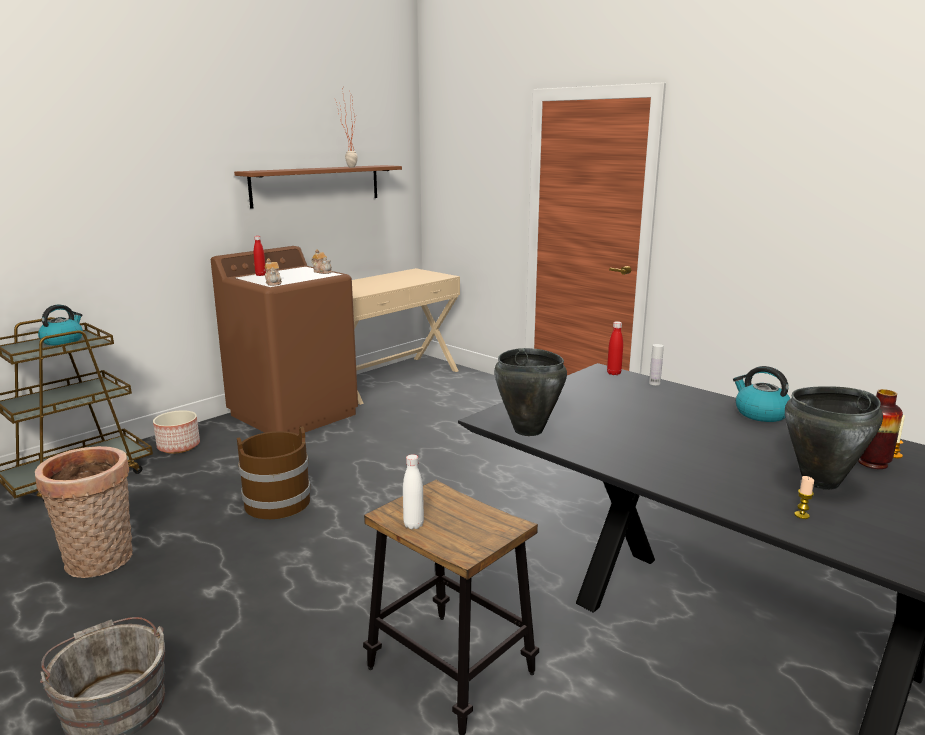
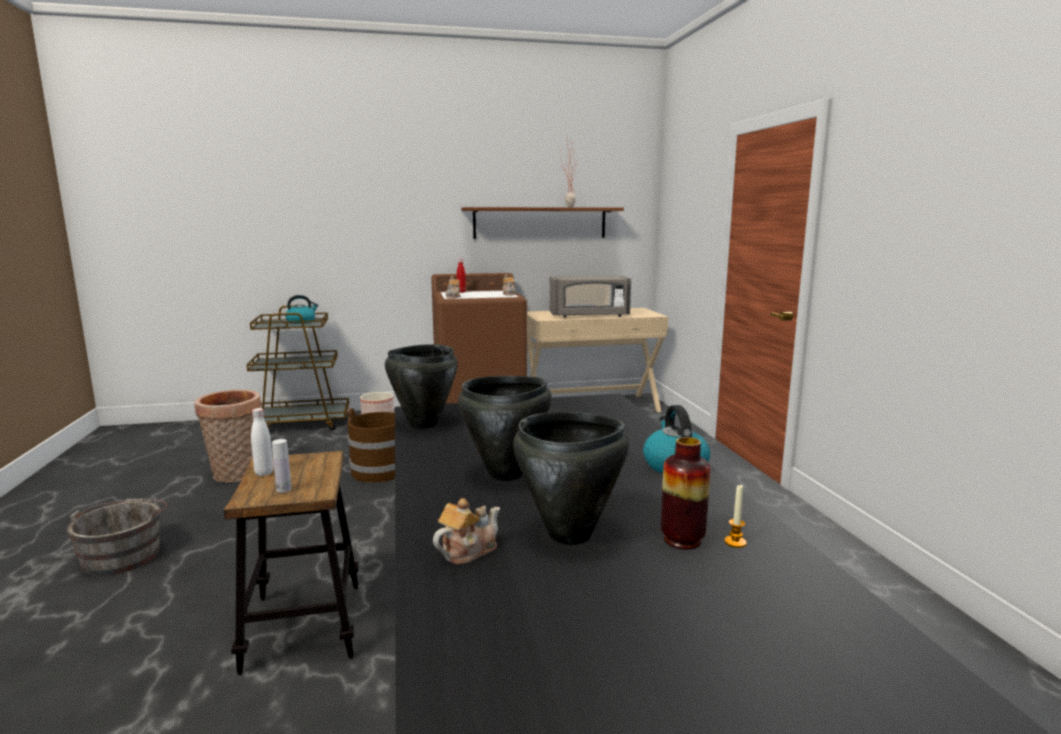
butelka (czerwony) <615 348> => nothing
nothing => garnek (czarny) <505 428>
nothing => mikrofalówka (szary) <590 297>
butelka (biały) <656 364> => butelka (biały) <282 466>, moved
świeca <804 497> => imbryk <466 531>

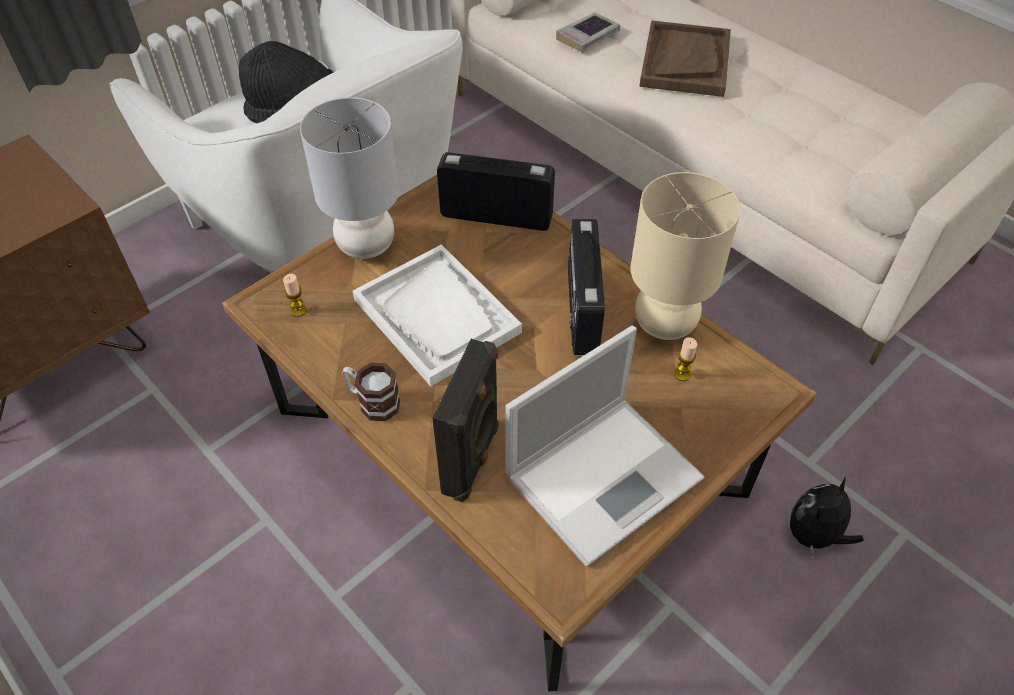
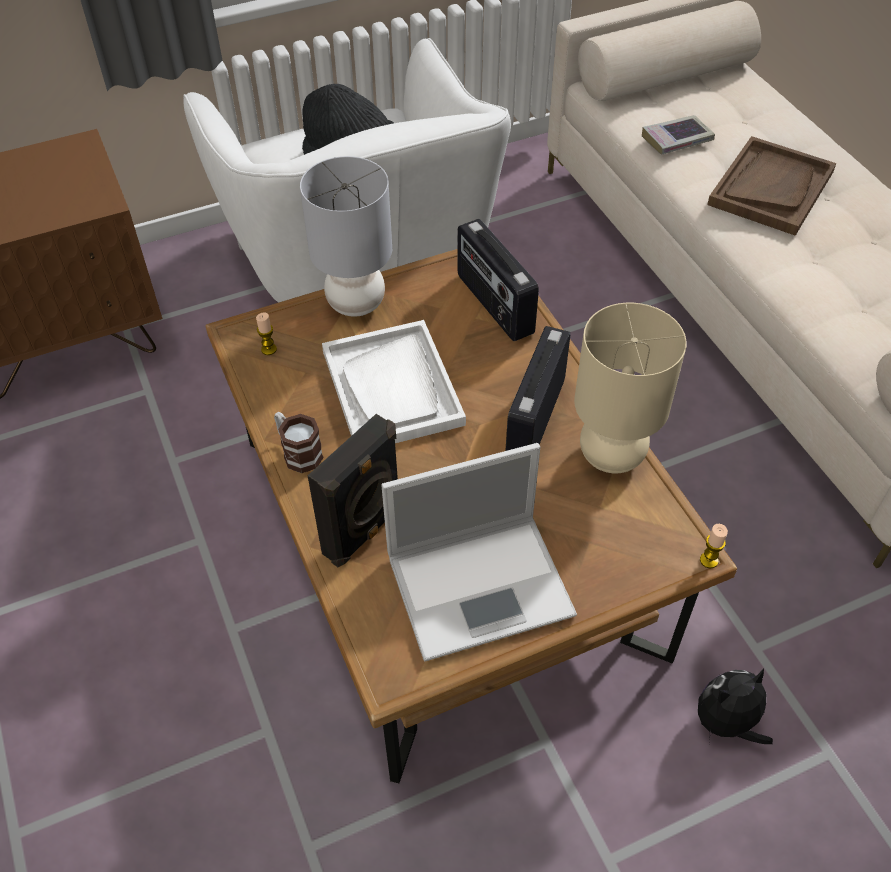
świeca <685 359> => świeca <714 546>, moved
radio <496 191> => radio <498 280>, 150 degrees counterclockwise

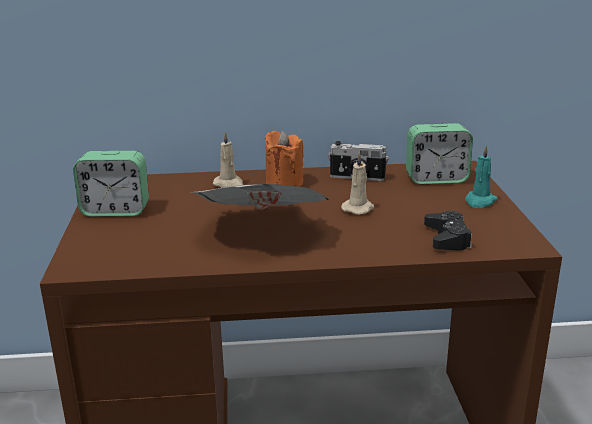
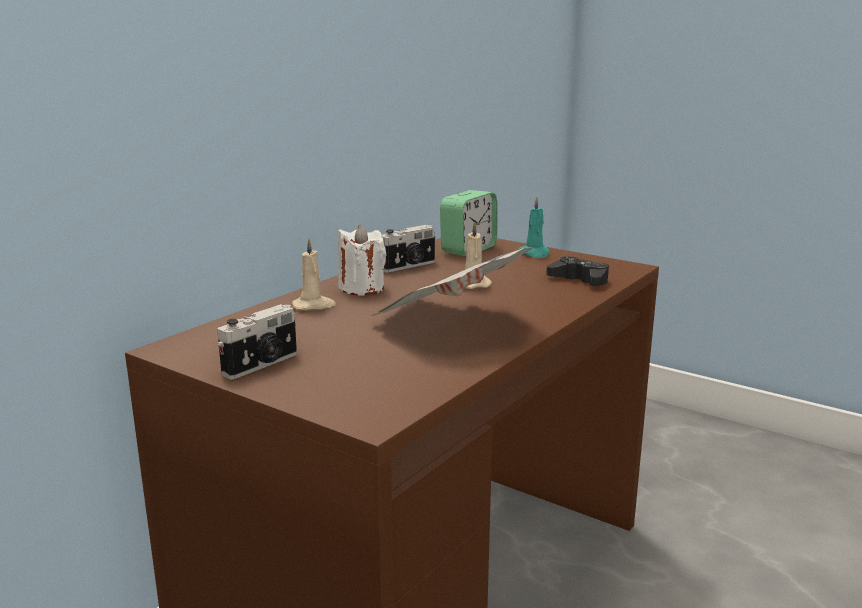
budzik <111 184> => aparat fotograficzny <257 341>
świeca (pomarańczowy) <284 159> => świeca (biały) <362 260>

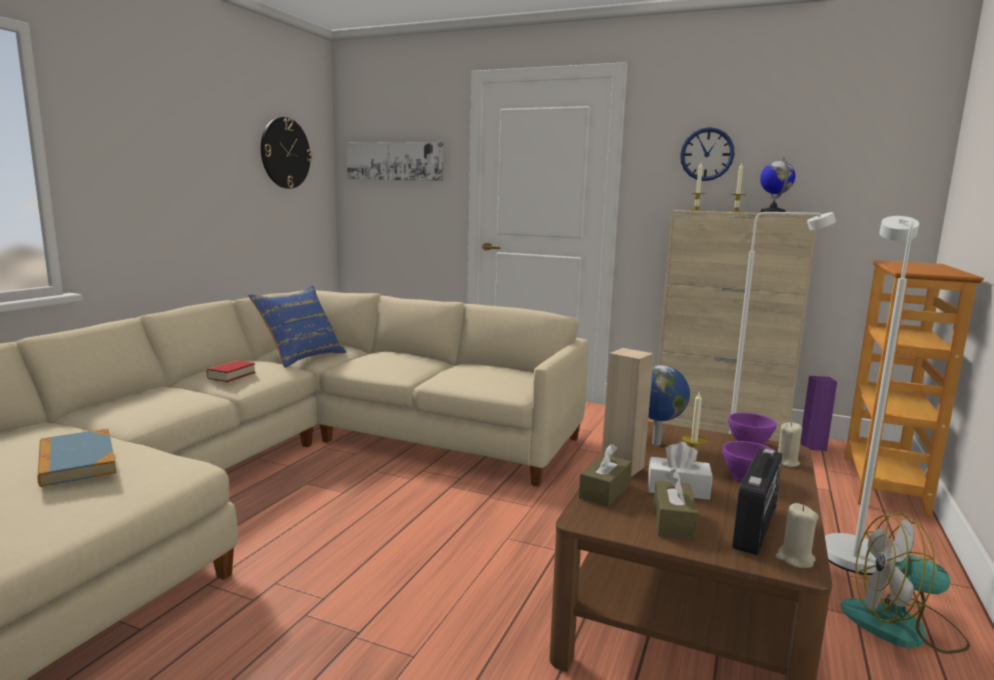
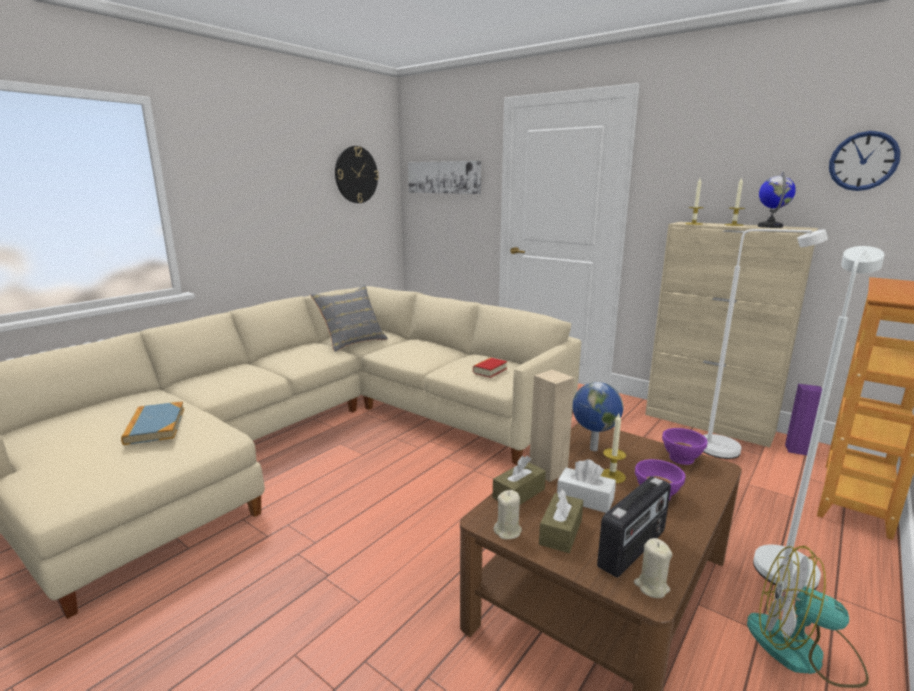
książka <231 371> => książka <490 368>, moved
zegar ścienny <707 154> => zegar ścienny <865 161>, moved
świeca (beżowy) <790 444> => świeca (beżowy) <508 514>, moved
poduszka (niebieski) <297 326> => poduszka (szary) <349 318>

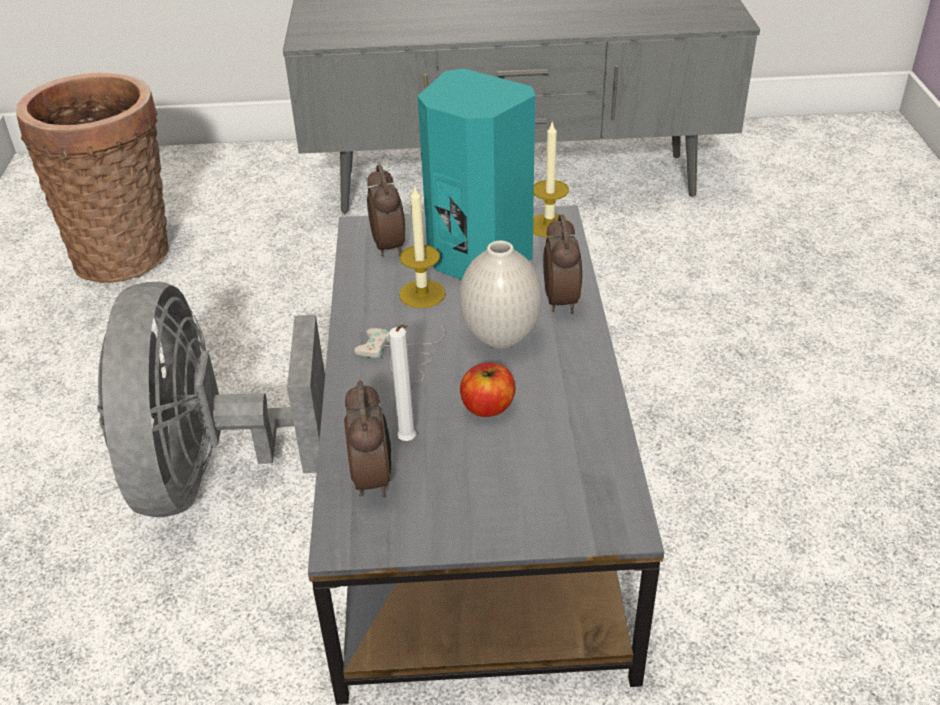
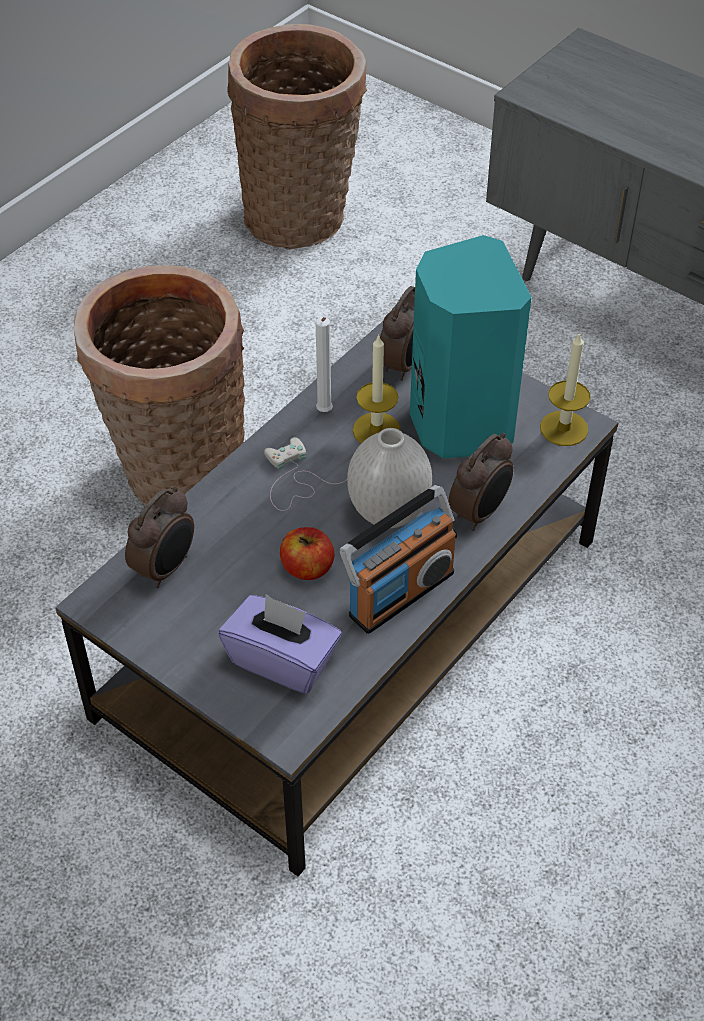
nothing => pudełko chusteczek (fioletowy) <280 644>
nothing => radio <398 559>
świeca (biały) <402 382> => świeca (biały) <324 364>, moved
wentylator (szary) <211 399> => koszyk <159 385>

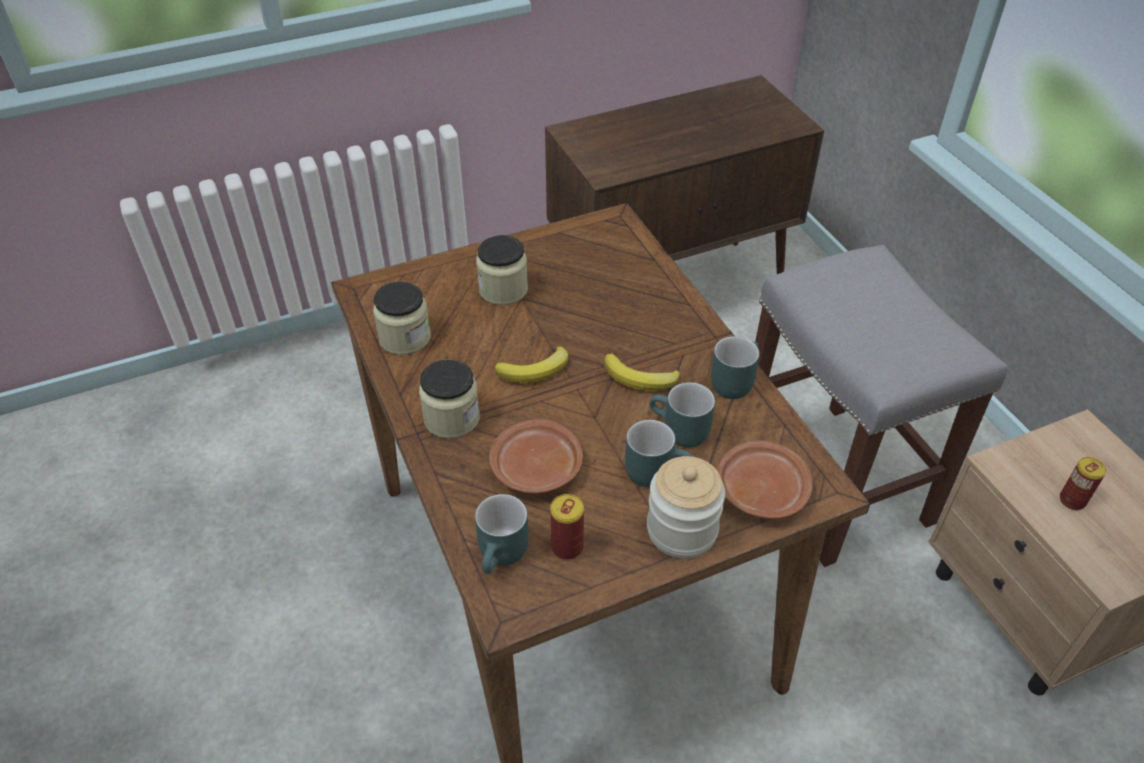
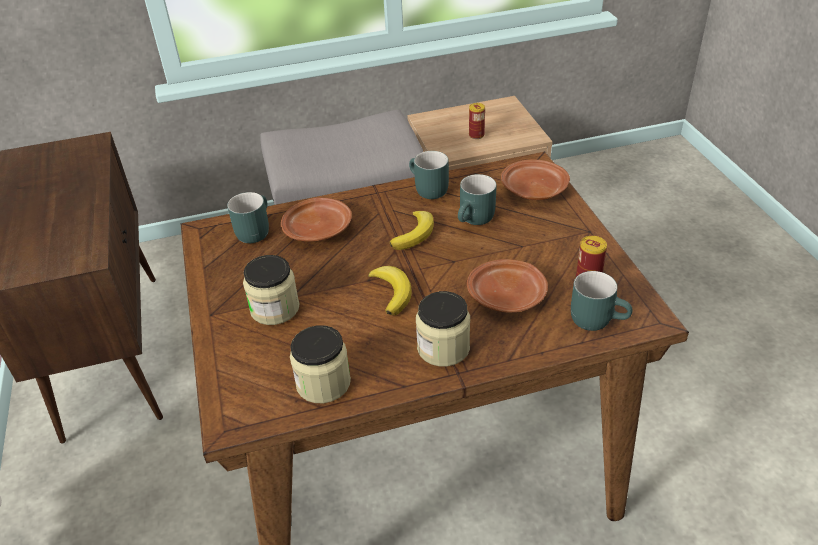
słoik <686 507> => nothing
nothing => talerz (brązowy) <316 219>
kubek (turkusowy) <659 453> => kubek (turkusowy) <248 217>, moved

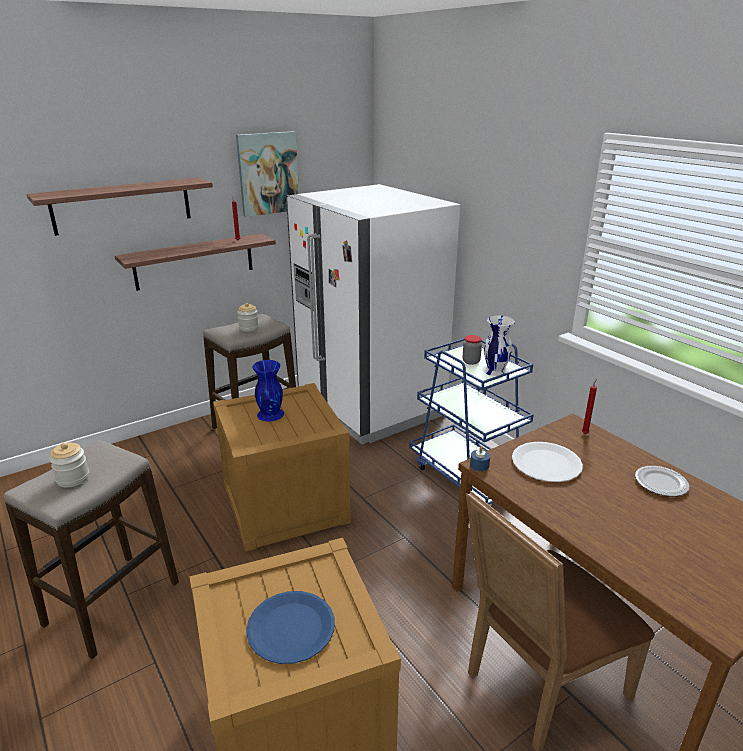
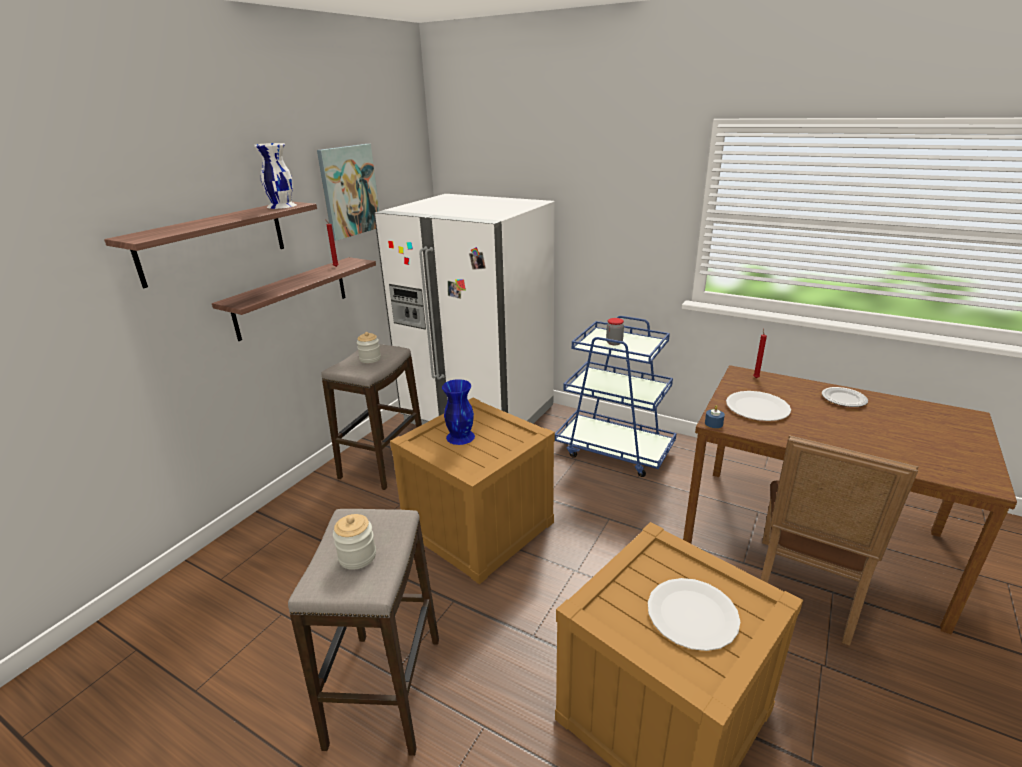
wazon (biały) <498 346> => wazon (biały) <275 176>, moved
talerz (niebieski) <290 627> => talerz (biały) <694 614>

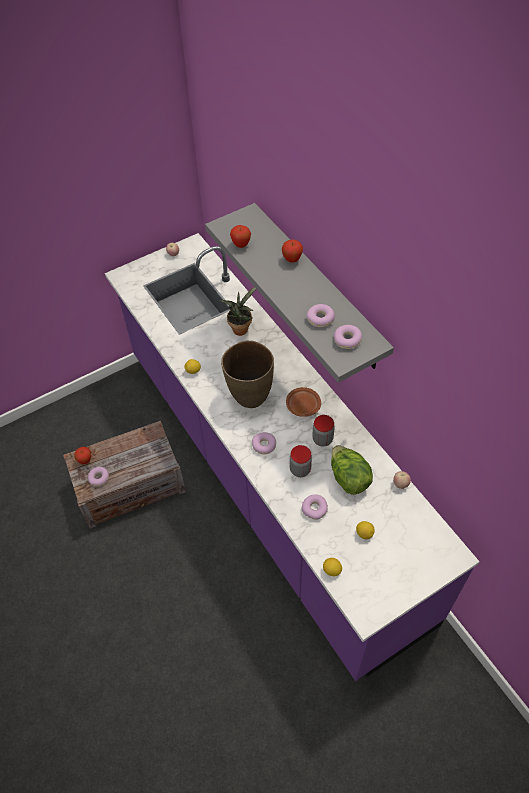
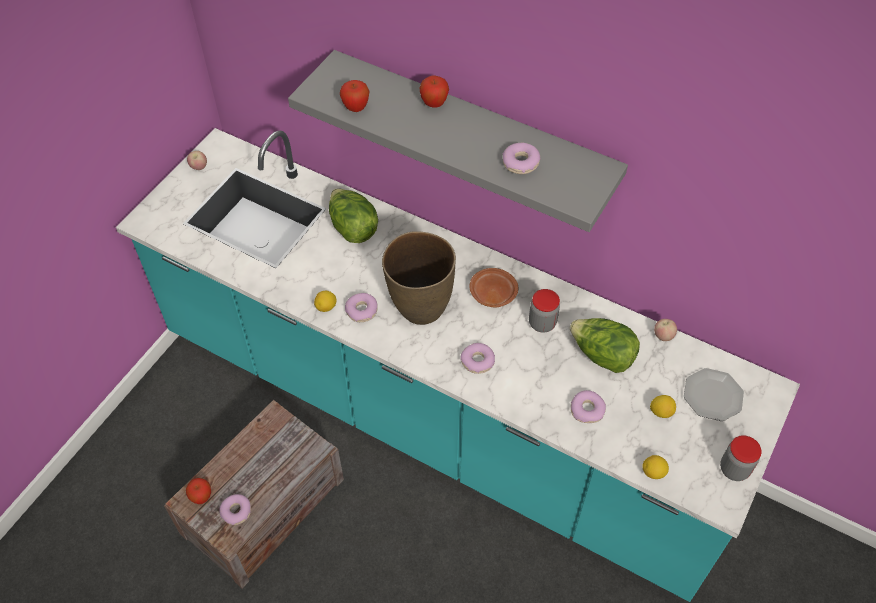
nothing => talerz <714 394>
słoik <301 461> => słoik <741 458>, moved
donut <348 337> => donut <361 307>, moved
roślina doniczkowa <238 311> => sałata <353 215>
zabudowa kuchenna (fioletowy) <292 457> => zabudowa kuchenna (turkusowy) <458 365>

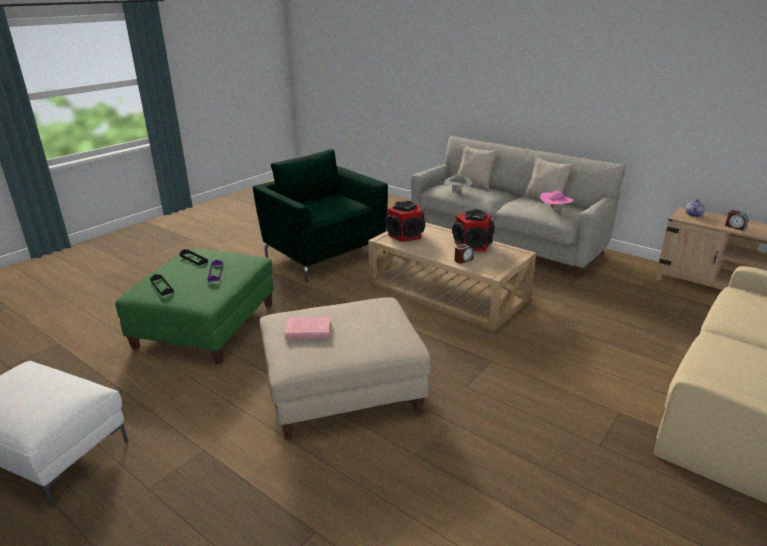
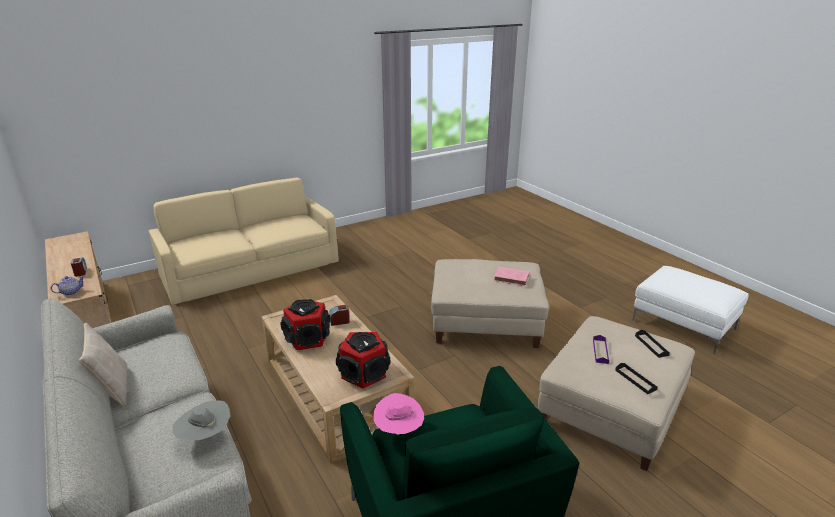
poduszka (beżowy) <477 167> => nothing
kapelusz (różowy) <557 201> => kapelusz (różowy) <398 414>, moved
pufa (zielony) <194 306> => pufa (beżowy) <616 393>

